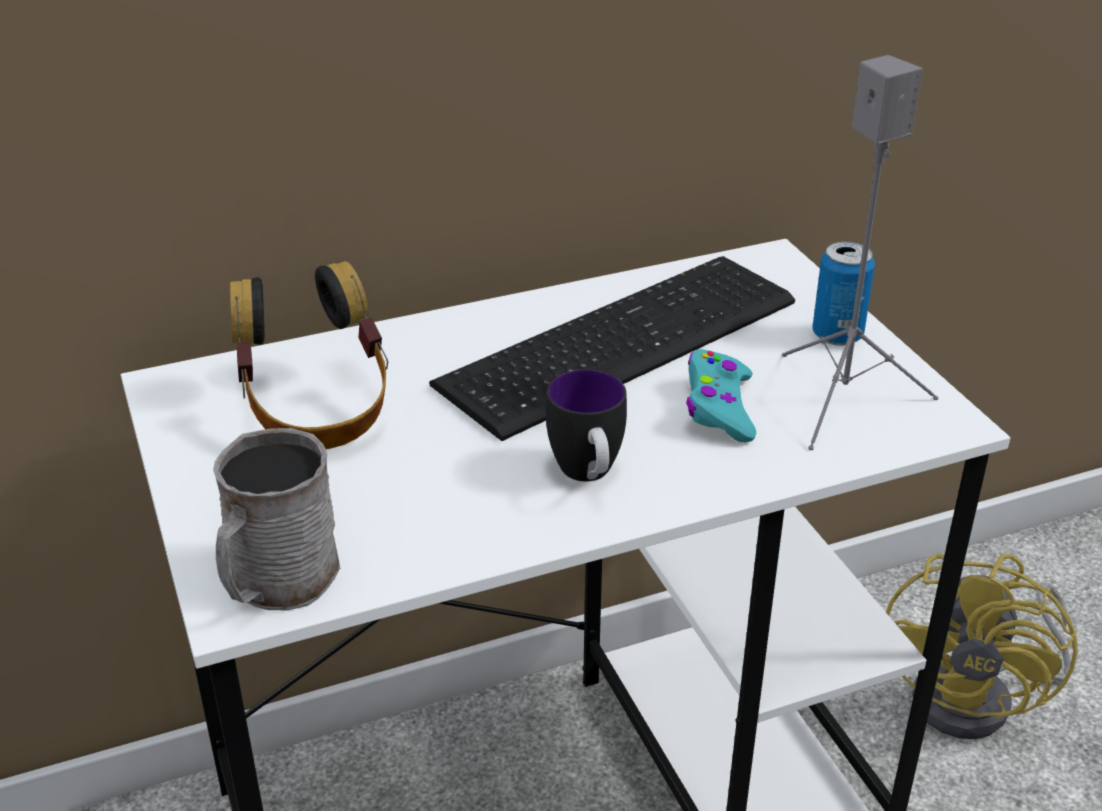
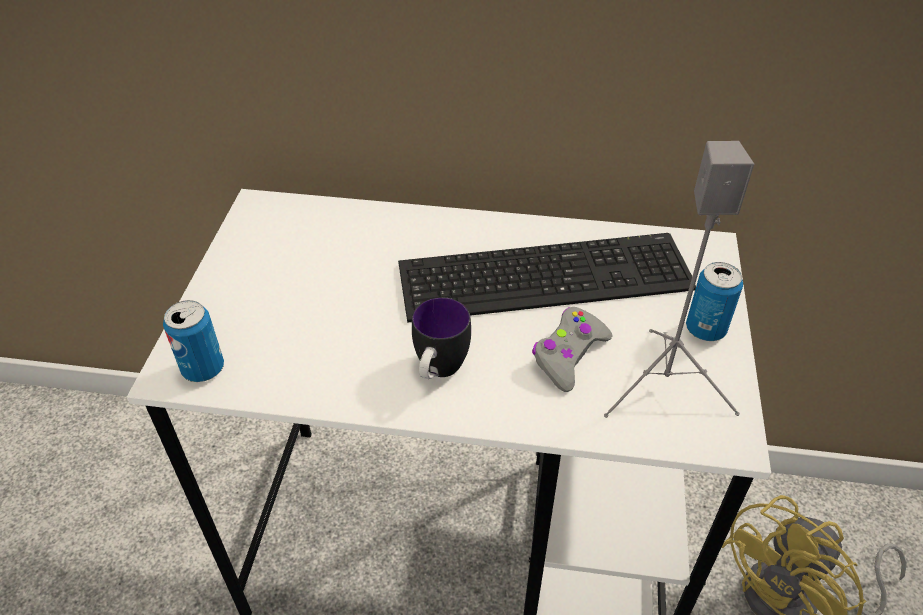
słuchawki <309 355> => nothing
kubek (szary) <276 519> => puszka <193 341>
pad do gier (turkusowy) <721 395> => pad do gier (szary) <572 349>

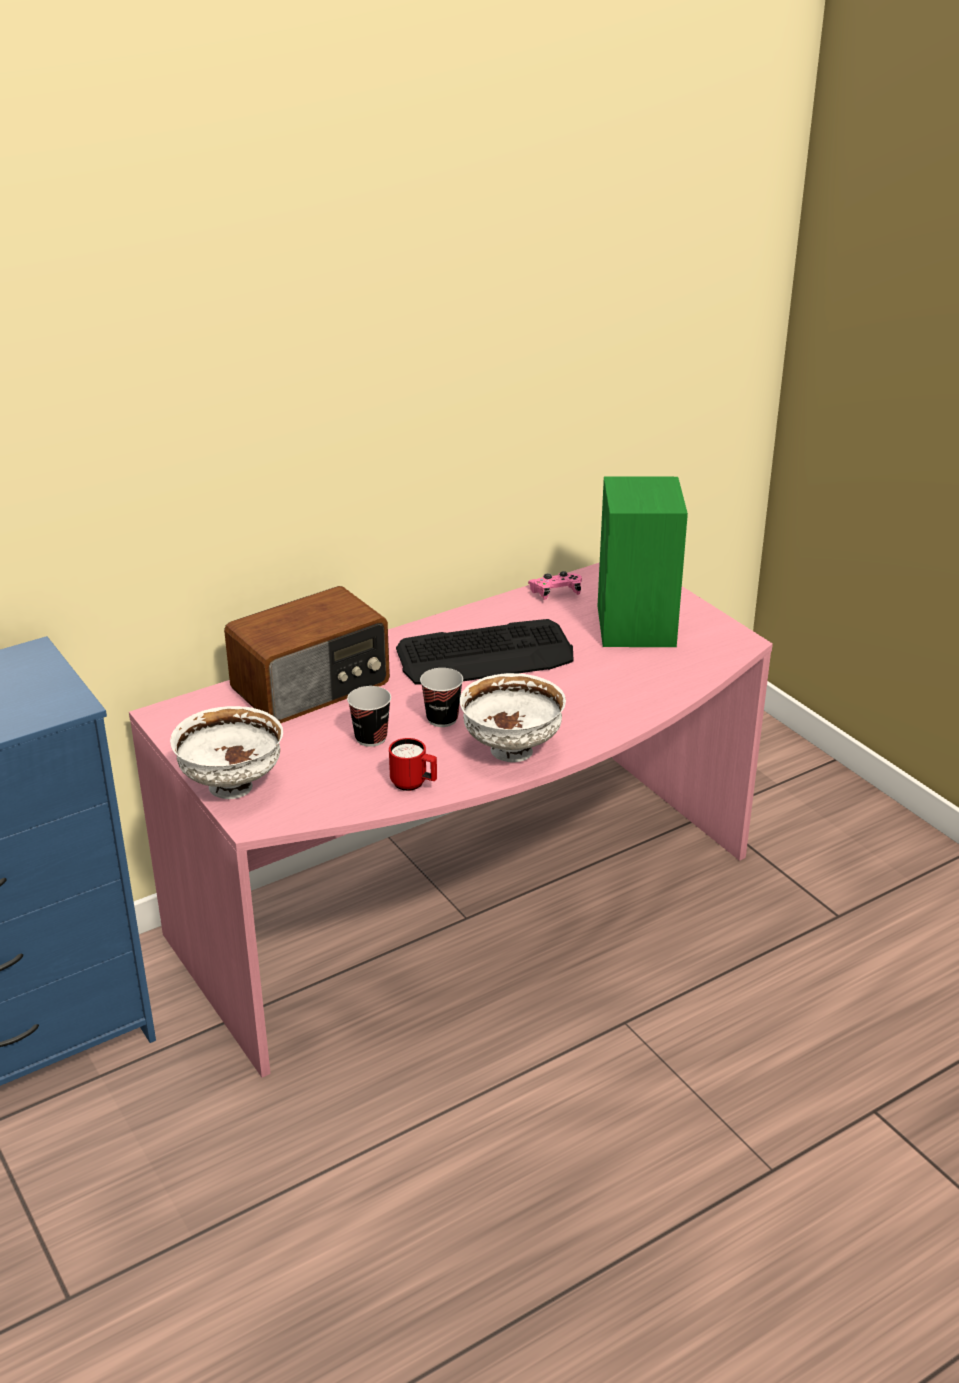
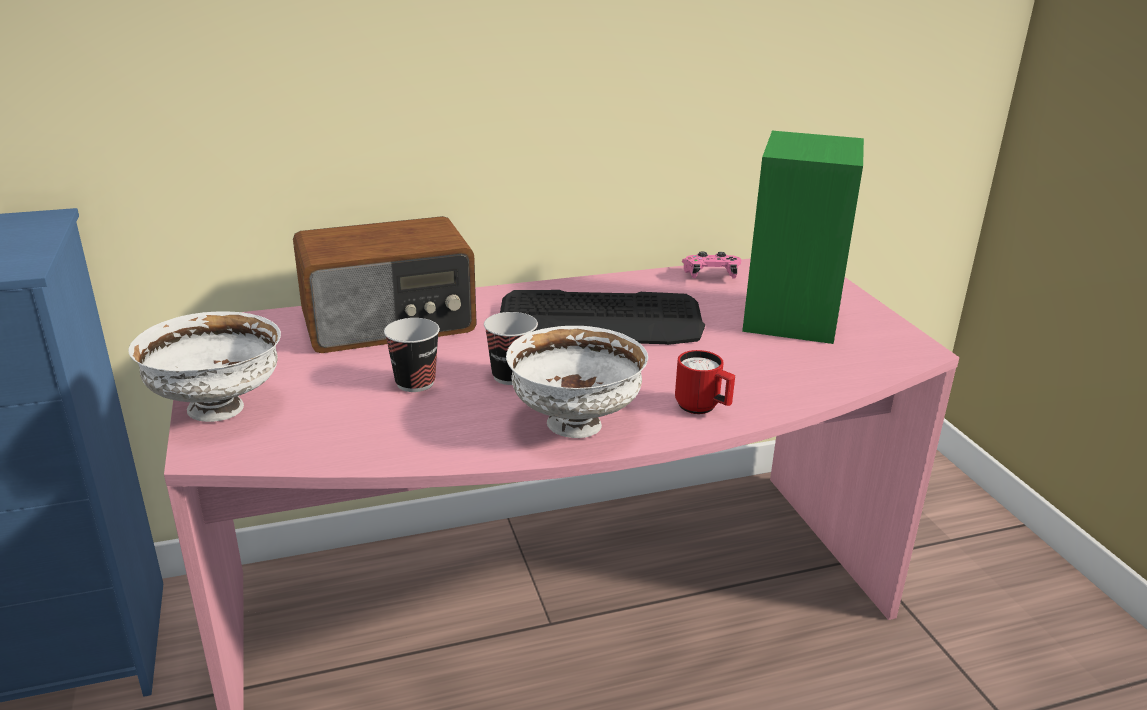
kubek (czerwony) <413 764> => kubek (czerwony) <705 382>, moved

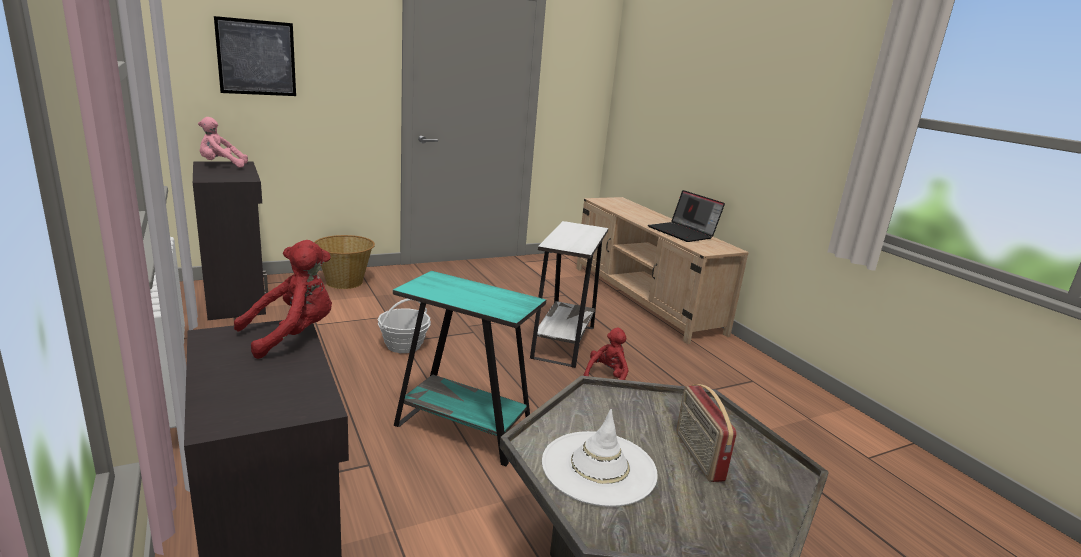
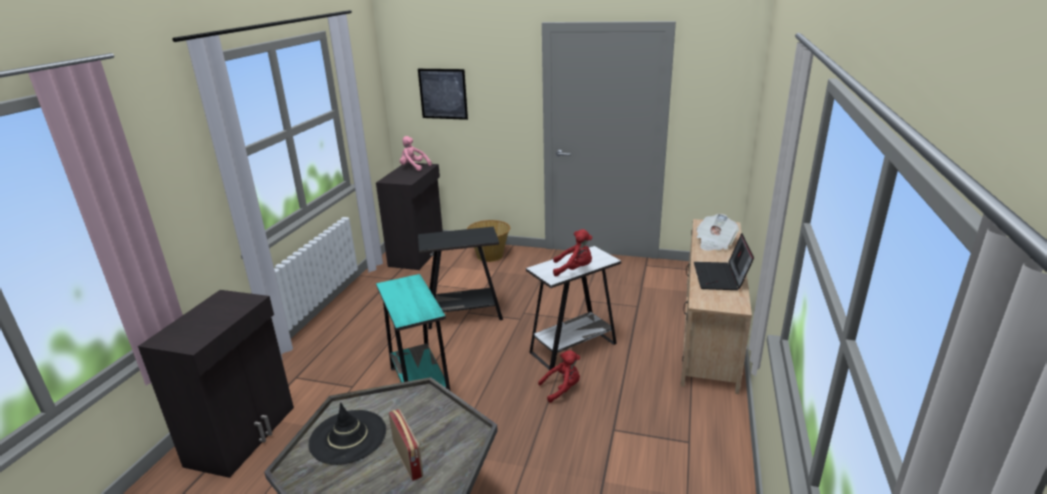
nothing => gazeta <717 232>
pluszak (czerwony) <283 299> => pluszak (czerwony) <572 253>, moved
koszyk <404 325> => stolik (czarny) <460 278>
kapelusz (biały) <600 458> => kapelusz (czarny) <347 433>
radio <706 433> => radio <406 445>, 120 degrees clockwise

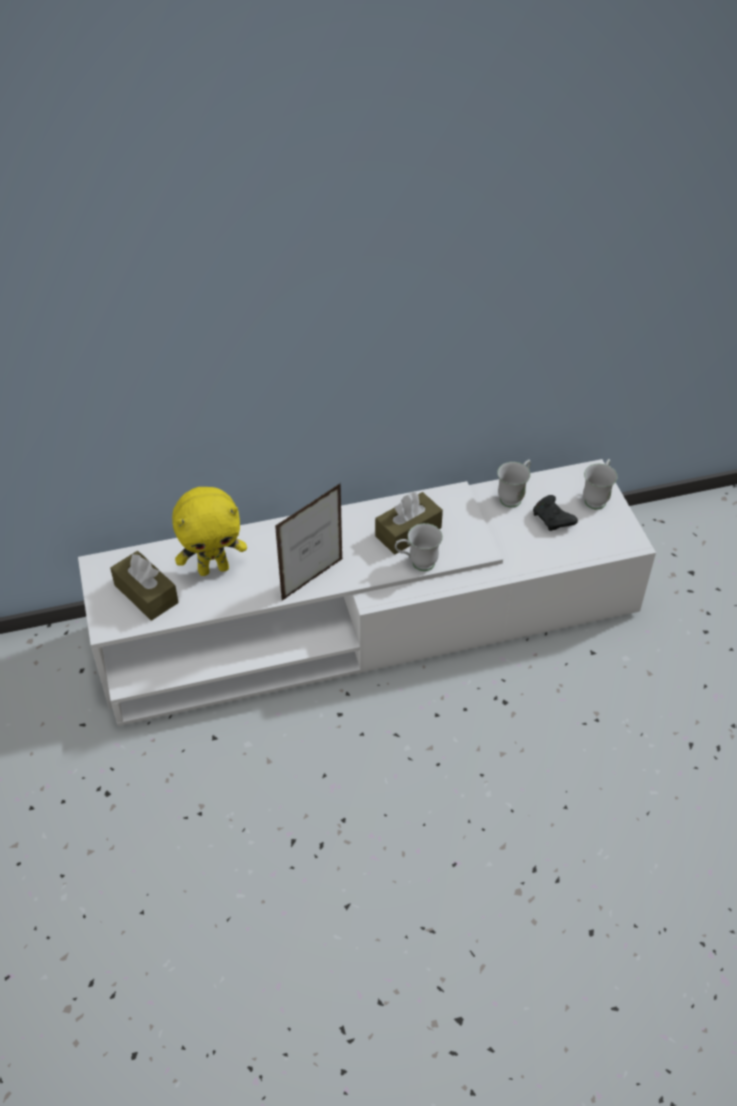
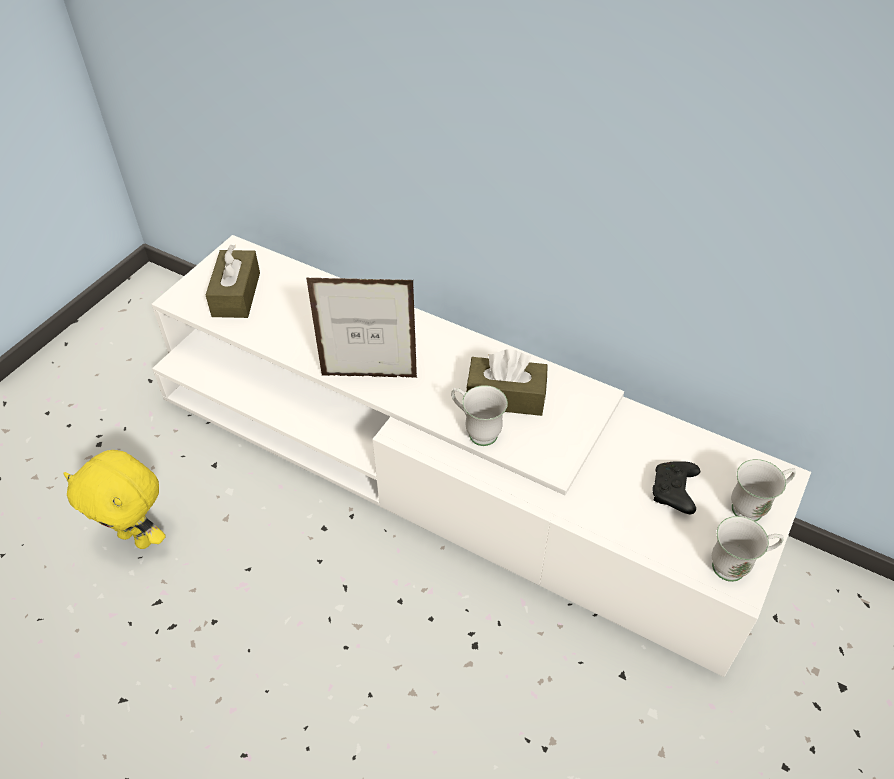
pluszak (żółty) <209 531> => pluszak (żółty) <114 499>, moved
kubek (biały) <514 484> => kubek (biały) <748 549>, moved

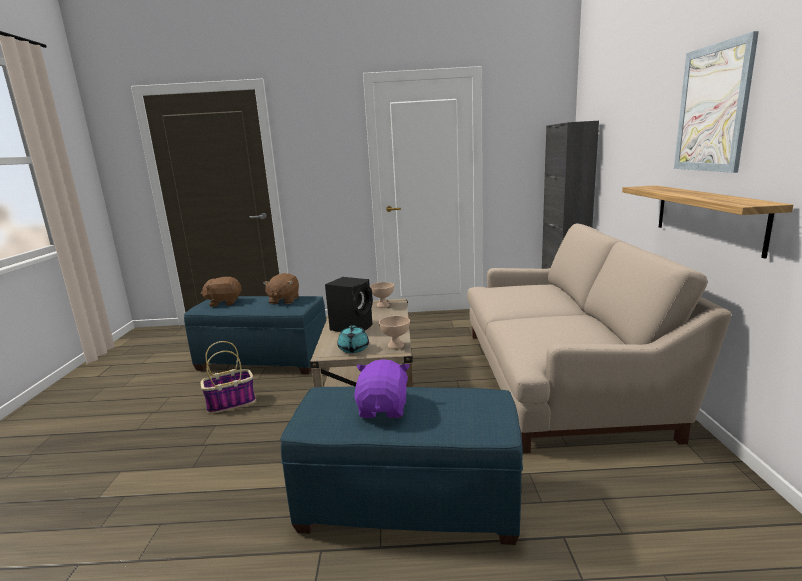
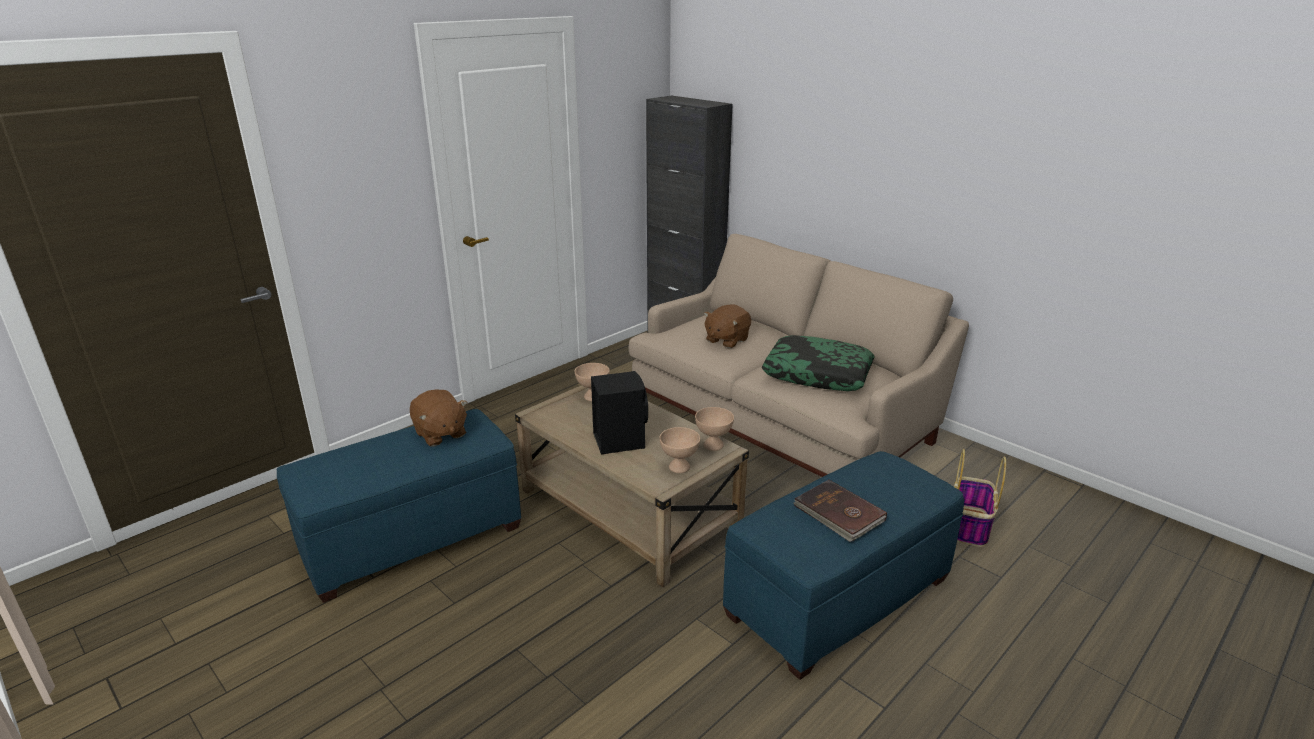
półka <707 222> => nothing
obraz <716 102> => nothing
nothing => poduszka <818 363>
pluszak (brązowy) <221 292> => pluszak (brązowy) <727 326>, moved
koszyk <228 377> => koszyk <980 498>, moved
imbryk (turkusowy) <353 339> => miska (beżowy) <679 450>
pluszak (fioletowy) <382 388> => książka (brązowy) <840 510>

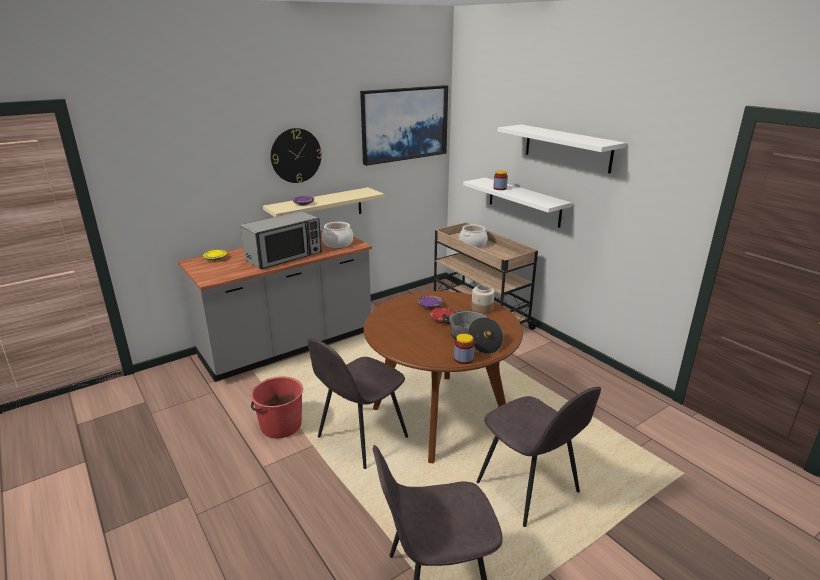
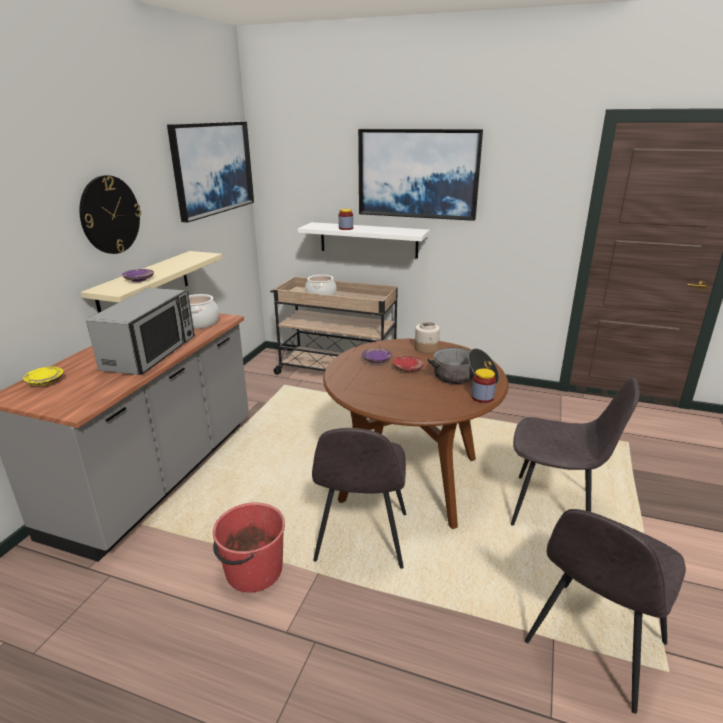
półka (biały) <561 148> => obraz <420 175>

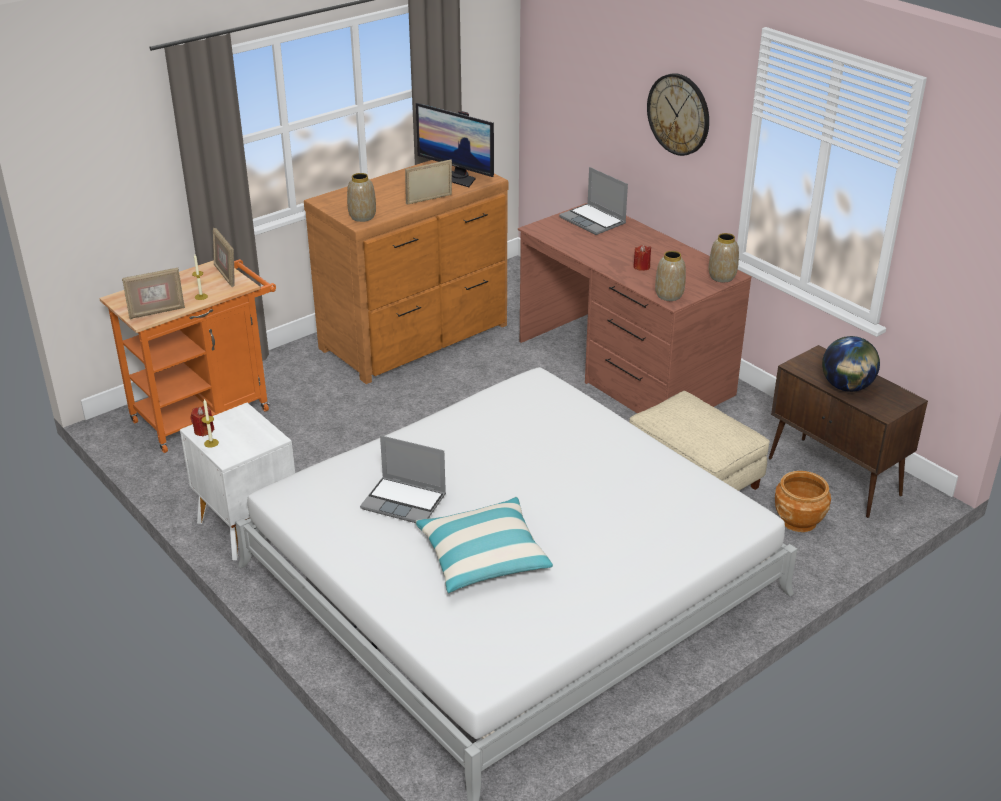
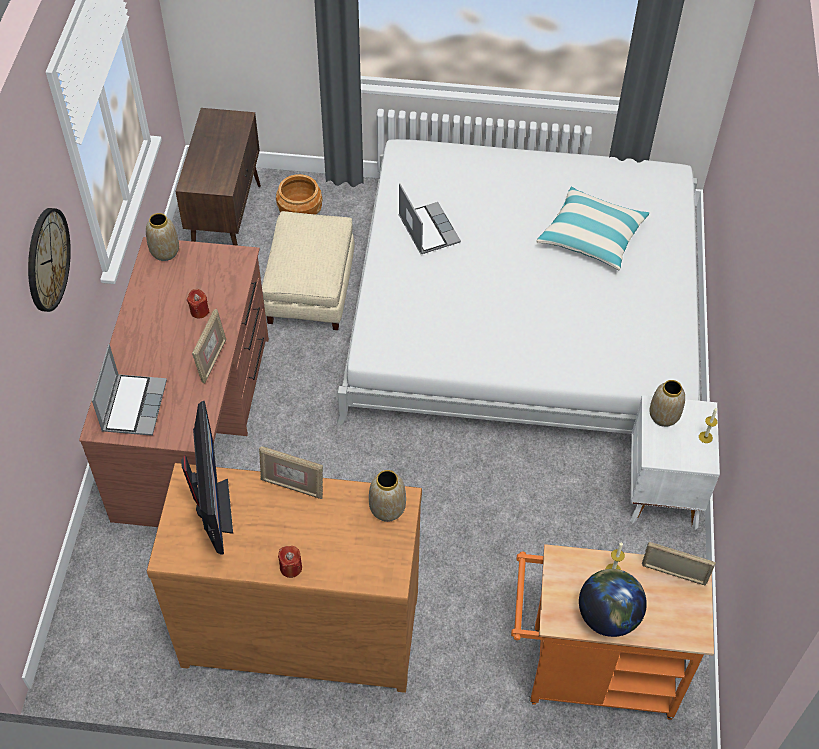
świeca (czerwony) <202 421> => świeca (czerwony) <290 562>, moved
ramka na zdjęcie <224 257> => ramka na zdjęcie <209 346>, moved
laptop <403 479> => laptop <430 219>, moved
wazon <670 276> => wazon <667 403>, moved
globus <851 364> => globus <613 603>, moved

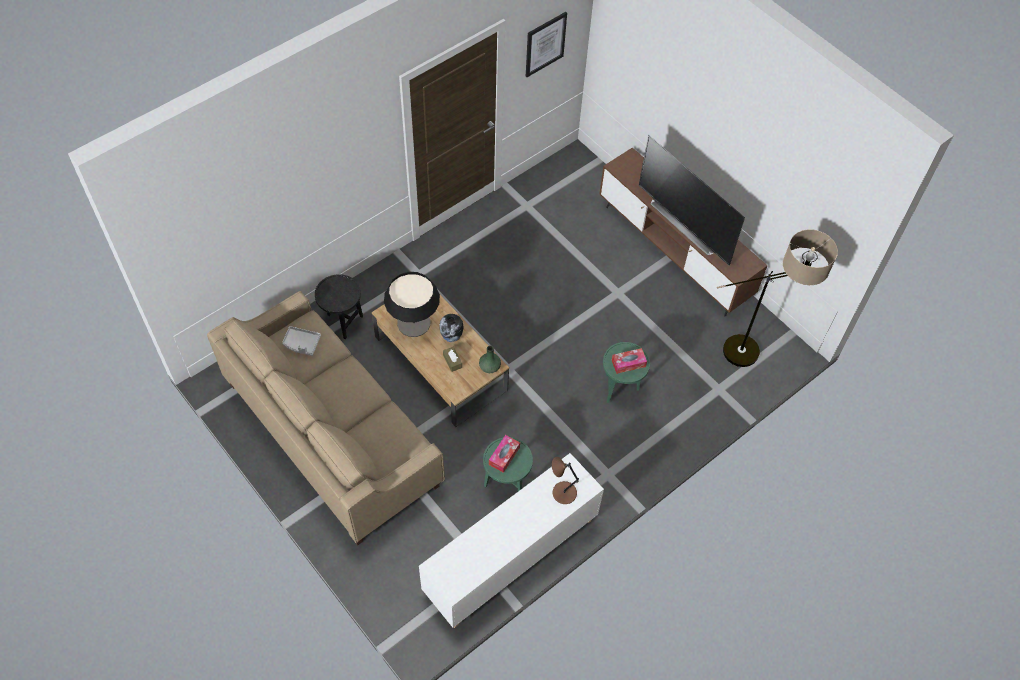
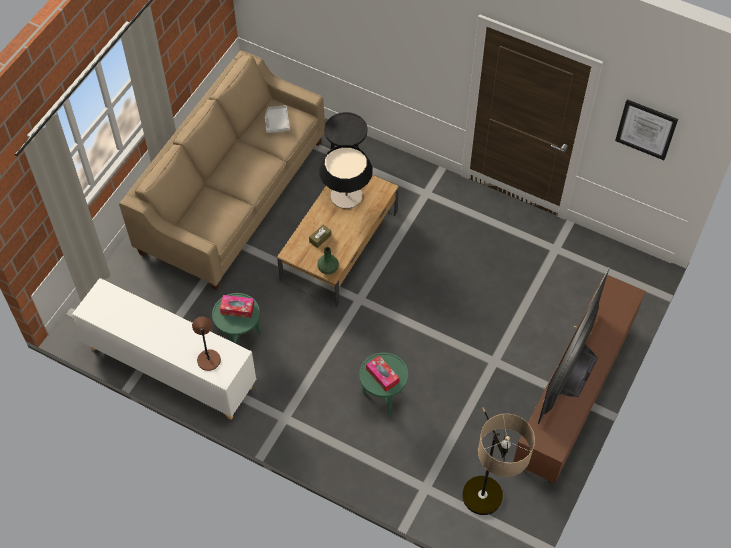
wazon <451 328> => nothing

